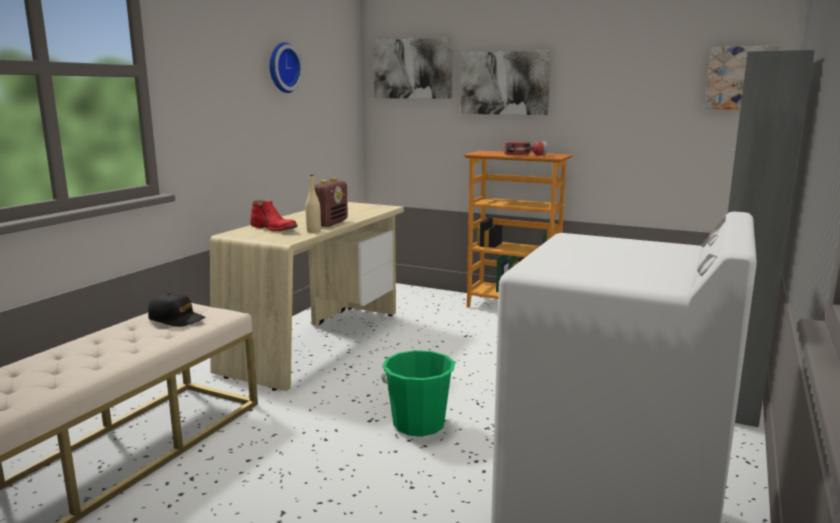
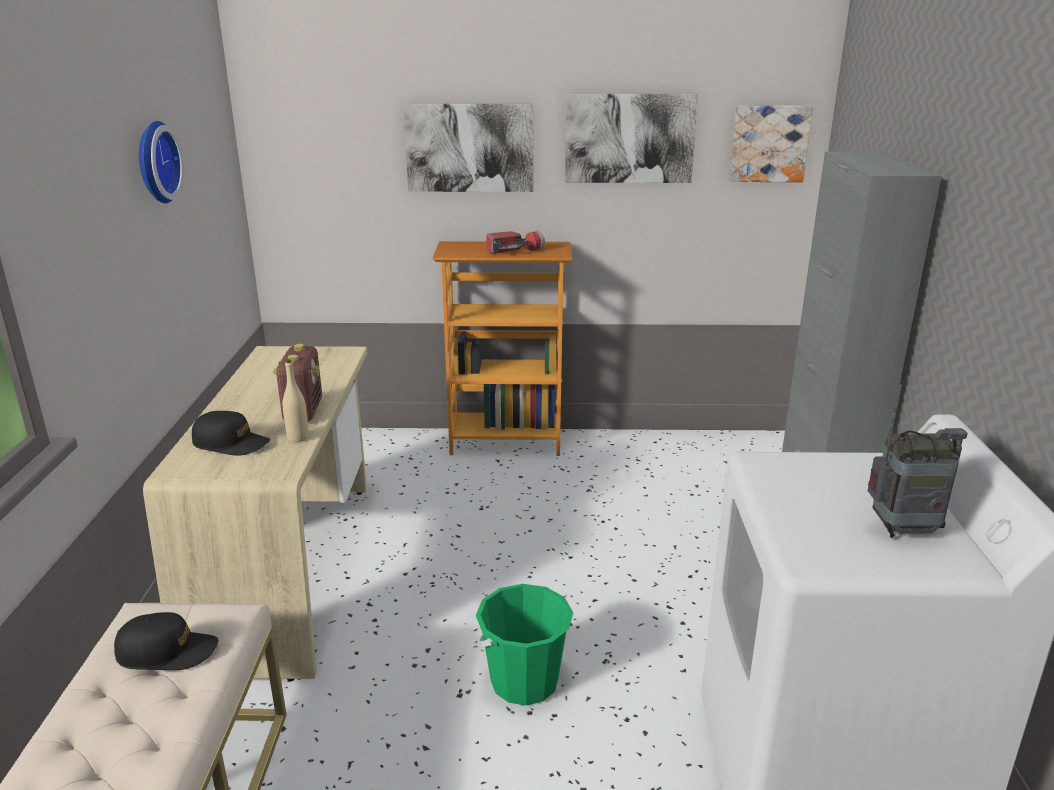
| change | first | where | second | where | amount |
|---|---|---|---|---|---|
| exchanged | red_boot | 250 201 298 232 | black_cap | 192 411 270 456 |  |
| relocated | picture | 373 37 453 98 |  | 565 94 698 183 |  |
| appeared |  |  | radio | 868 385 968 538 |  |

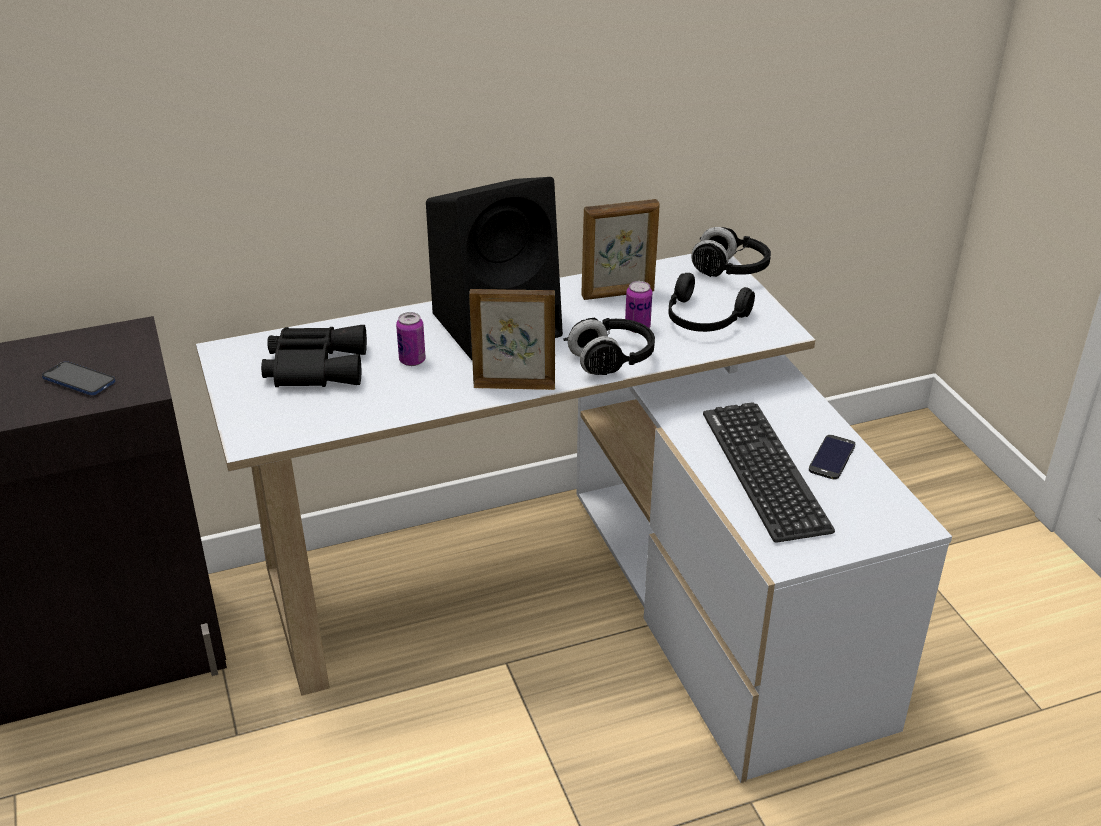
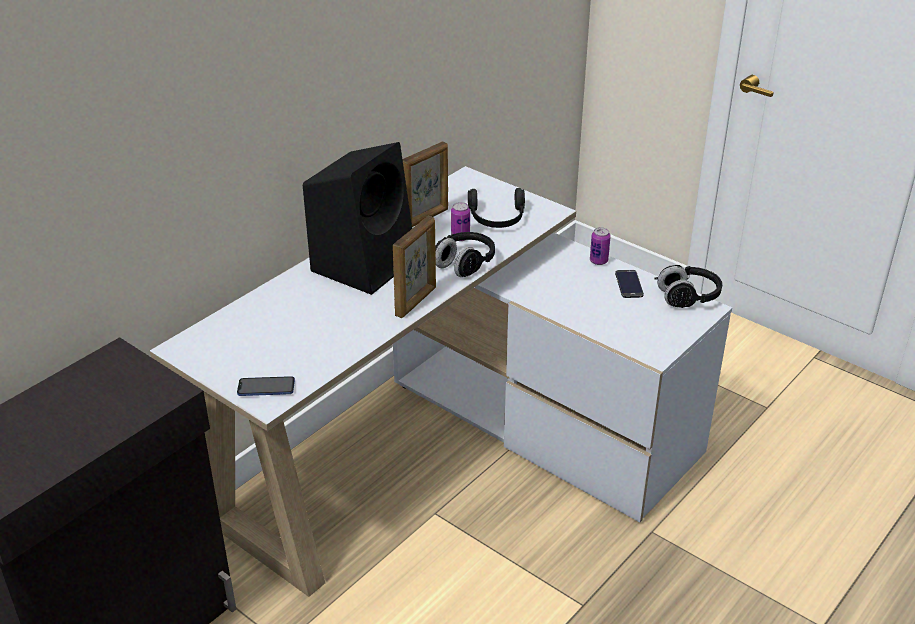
| change | first | where | second | where | amount |
|---|---|---|---|---|---|
| relocated | phone | 42 361 115 395 |  | 237 376 295 396 |  |
| spun | picture_frame | 469 289 555 390 |  | 393 216 436 318 | 150 degrees clockwise |
| relocated | can | 396 312 426 366 |  | 590 227 611 265 |  |
| relocated | black_headphones | 691 227 771 277 |  | 655 265 722 308 |  |
| missing | black_binoculars | 261 325 367 387 |  |  |  |
| missing | keyboard | 703 402 835 543 |  |  |  |

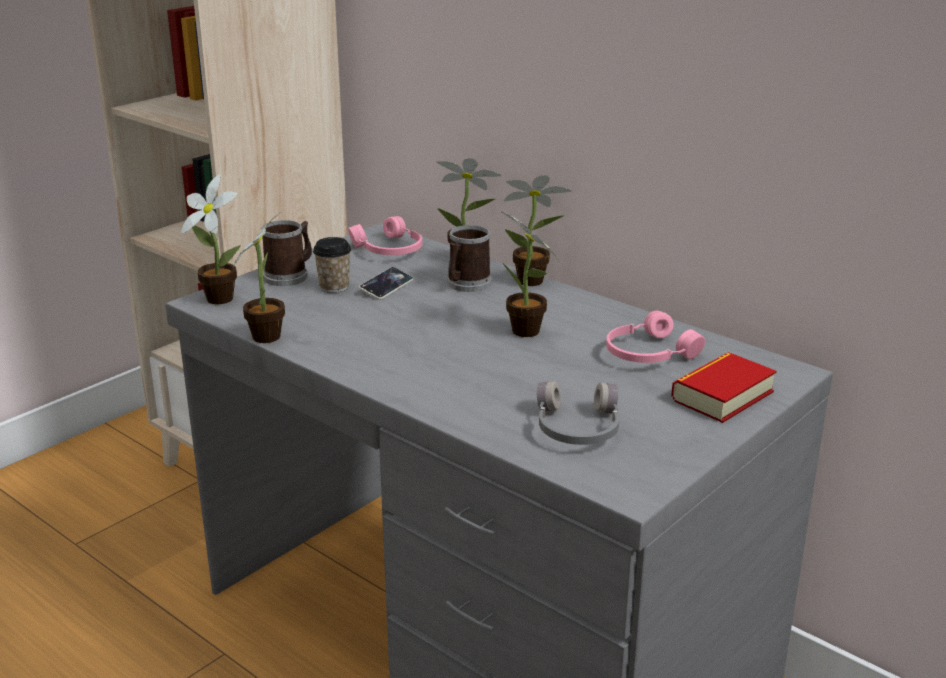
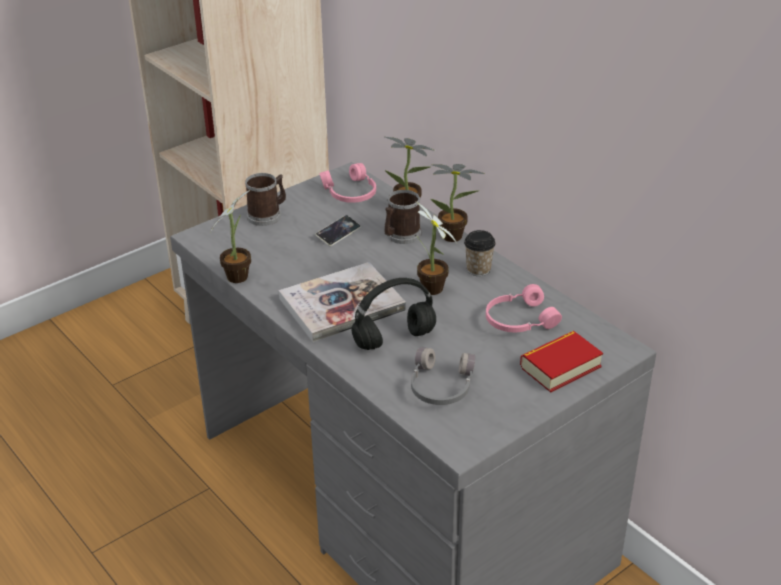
| change | first | where | second | where | amount |
|---|---|---|---|---|---|
| appeared |  |  | book | 279 262 406 342 |  |
| appeared |  |  | black_headphones | 351 278 436 350 |  |
| relocated | cup | 313 237 351 293 |  | 464 230 496 276 |  |
| missing | potted_plant | 181 174 241 304 |  |  |  |

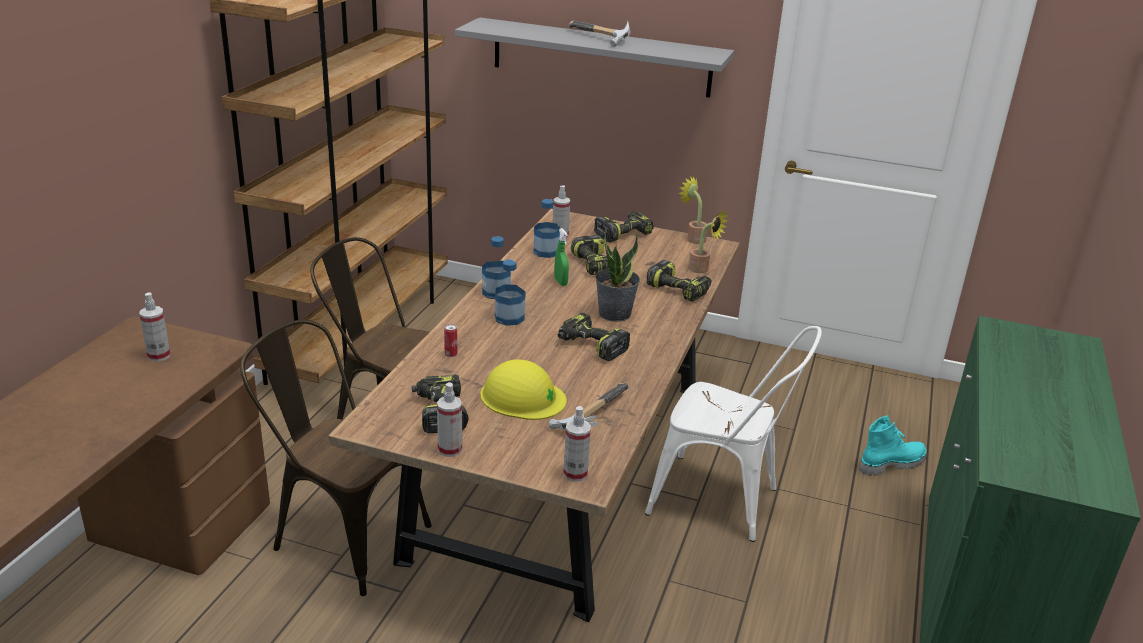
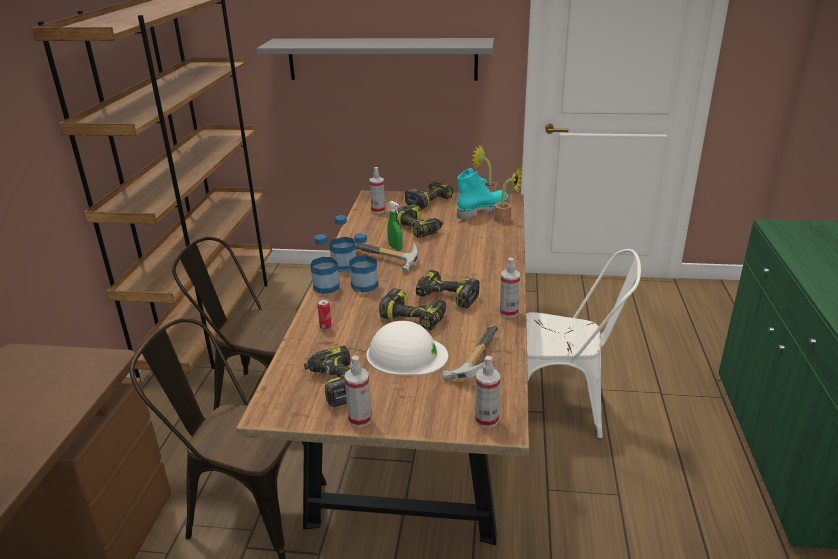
| change | first | where | second | where | amount |
|---|---|---|---|---|---|
| relocated | bottle | 534 199 560 258 |  | 310 234 340 294 |  |
| relocated | hammer | 569 20 630 47 |  | 355 241 419 273 |  |
| colour | yellow_hard_hat | 480 359 567 420 | white_hard_hat | 366 321 448 376 |  |
| relocated | power_drill | 647 260 711 302 |  | 379 288 446 330 |  |
| relocated | turquoise_boot | 859 415 926 476 |  | 457 168 509 220 |  |
| relocated | spray_bottle | 139 292 170 362 |  | 500 258 520 318 |  |
| missing | potted_plant | 595 228 640 322 |  |  |  |

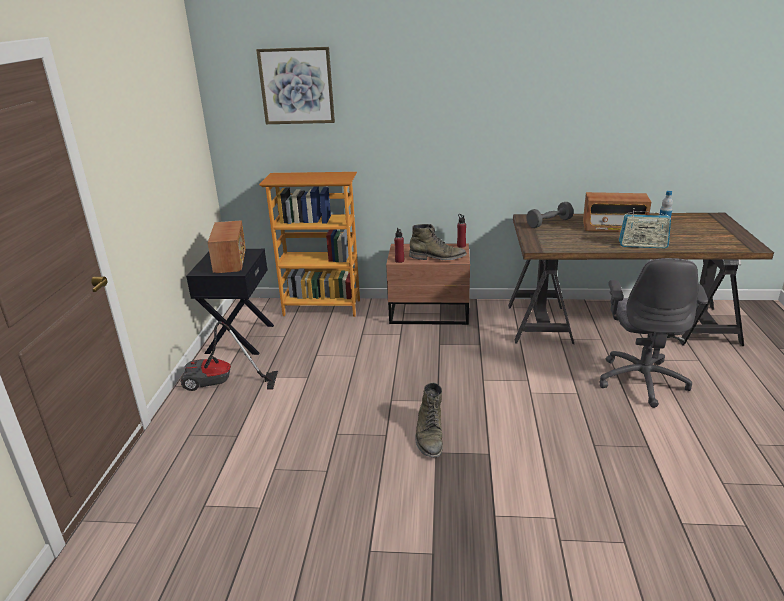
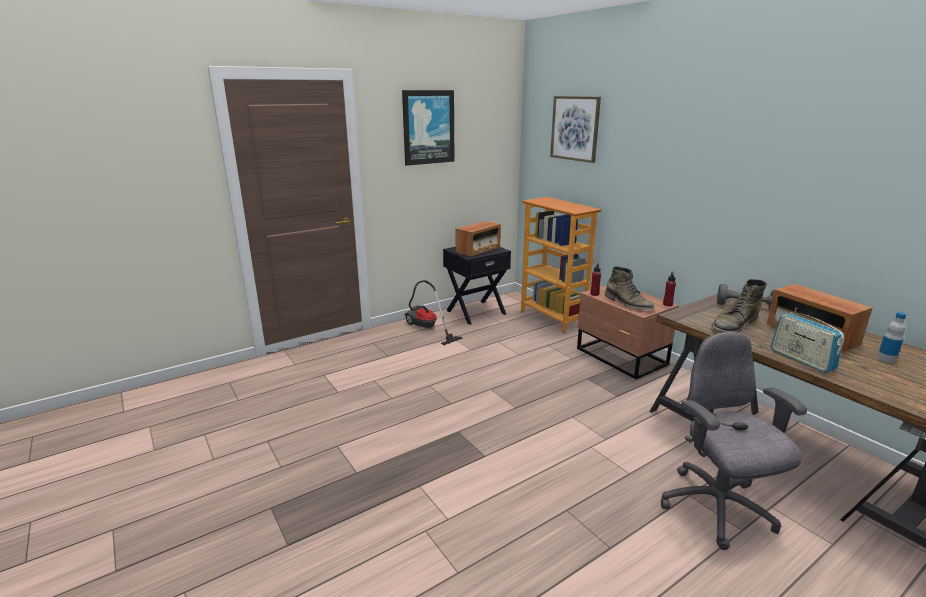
| change | first | where | second | where | amount |
|---|---|---|---|---|---|
| appeared |  |  | picture | 402 90 454 166 |  |
| spun | grey_office_chair | 600 258 708 408 |  | 661 332 807 550 | 105 degrees clockwise |
| relocated | green_boot | 415 382 443 458 |  | 712 279 767 332 |  |

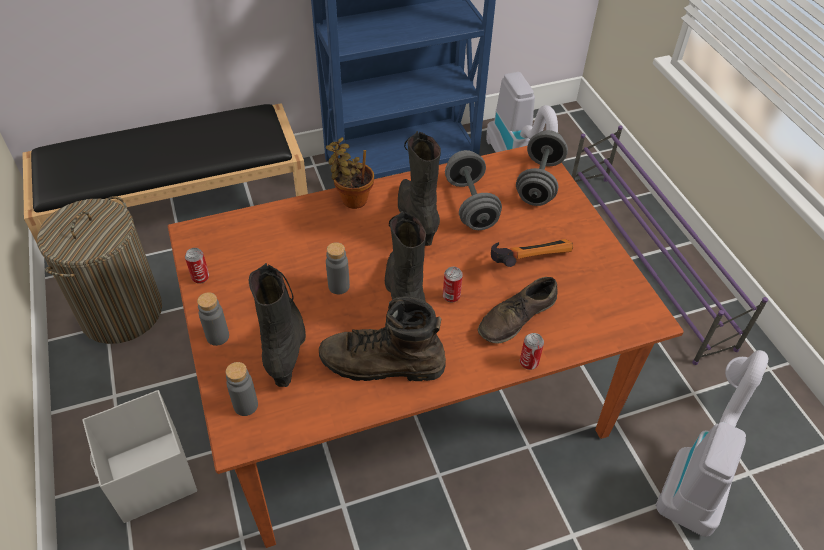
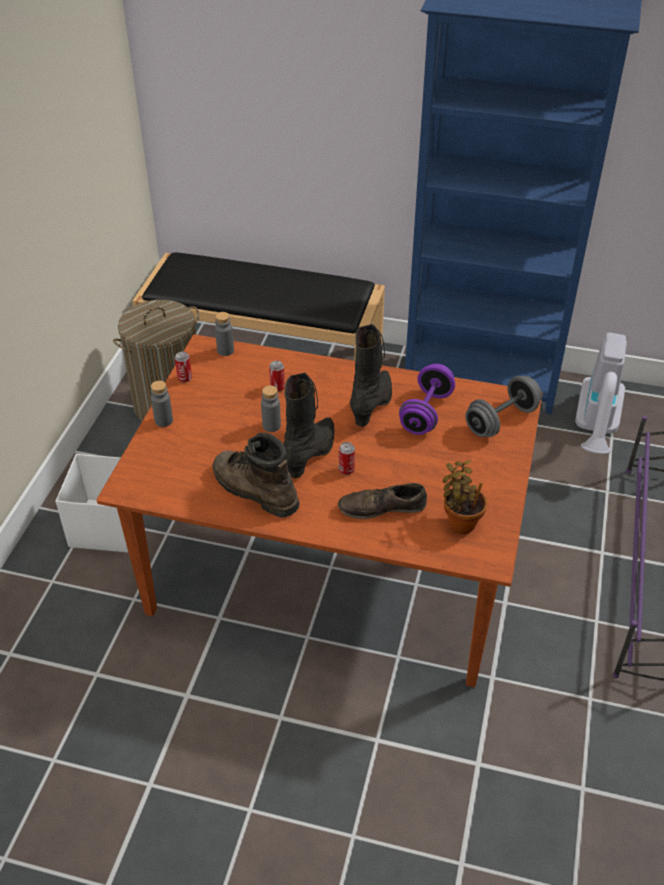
| change | first | where | second | where | amount |
|---|---|---|---|---|---|
| relocated | grey_bottle | 226 362 258 416 |  | 215 312 234 356 |  |
| relocated | can | 520 333 544 370 |  | 269 361 285 392 |  |
| colour | grey_dumbbell | 445 150 502 230 | purple_dumbbell | 399 364 455 435 |  |
| relocated | potted_plant | 326 137 374 209 |  | 443 460 487 534 |  |
| missing | black_boot | 249 263 306 387 |  |  |  |
| missing | hammer | 491 239 573 267 |  |  |  |
| missing | vacuum_cleaner | 655 350 768 537 |  |  |  |

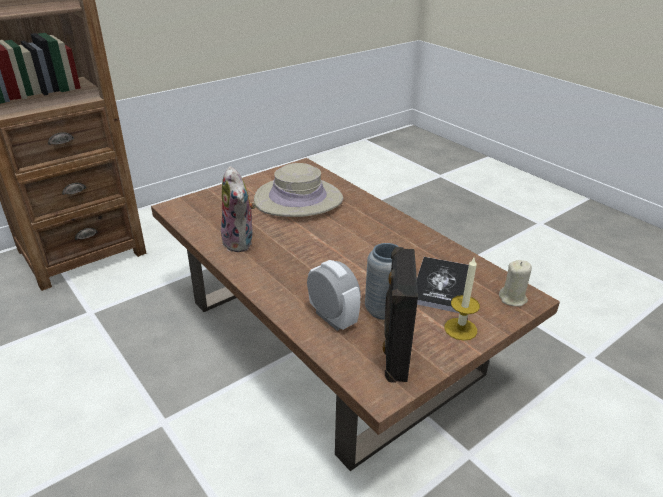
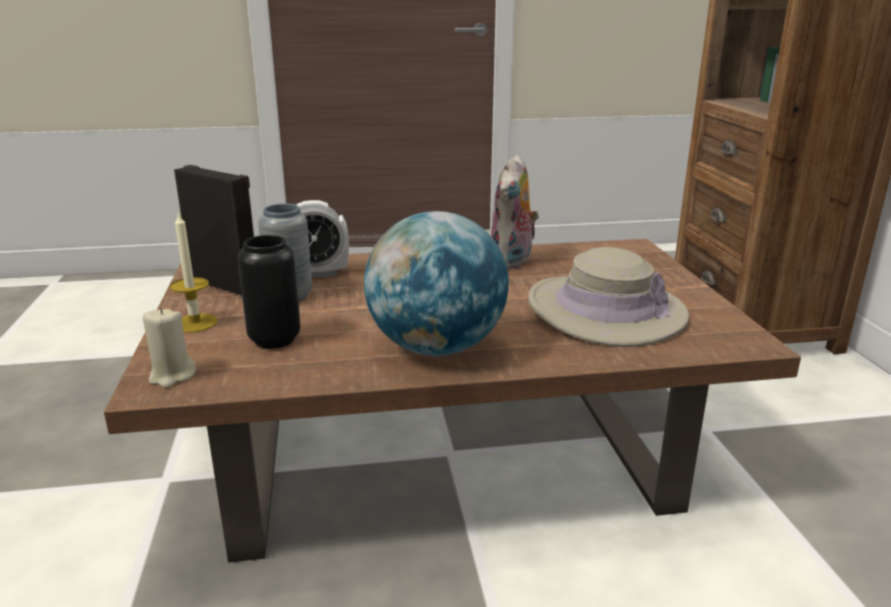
| change | first | where | second | where | amount |
|---|---|---|---|---|---|
| exchanged | book | 417 257 469 313 | black_vase | 237 235 300 349 |  |
| appeared |  |  | globe | 364 211 509 356 |  |
| spun | plush_toy | 221 166 256 252 |  | 491 154 539 270 | 75 degrees counterclockwise |

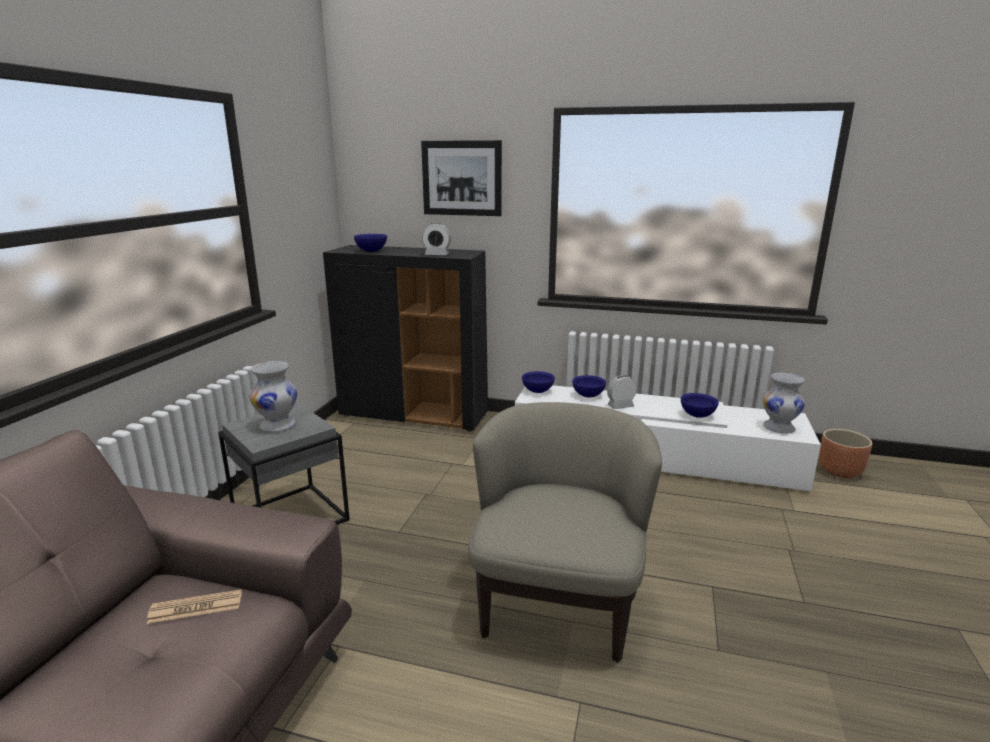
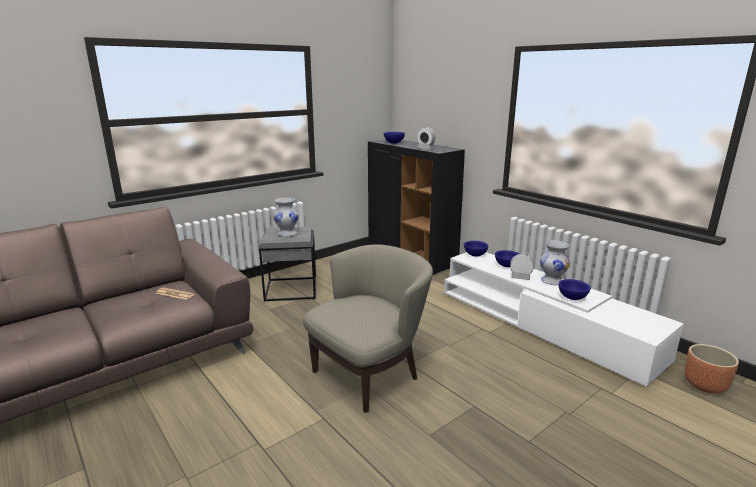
| change | first | where | second | where | amount |
|---|---|---|---|---|---|
| relocated | white_vase | 763 373 805 434 |  | 540 240 570 285 |  |
| missing | picture | 421 140 502 216 |  |  |  |

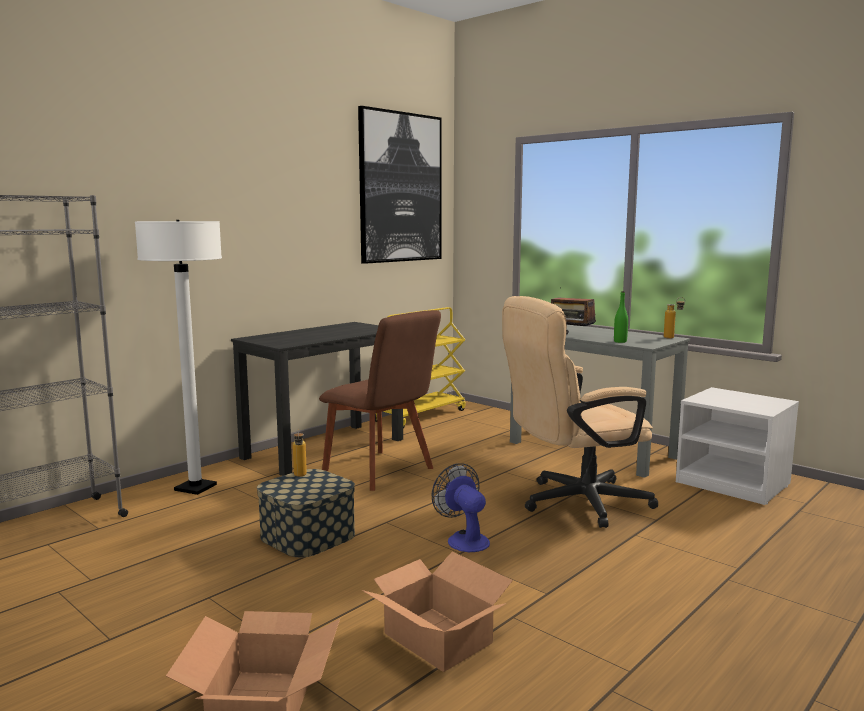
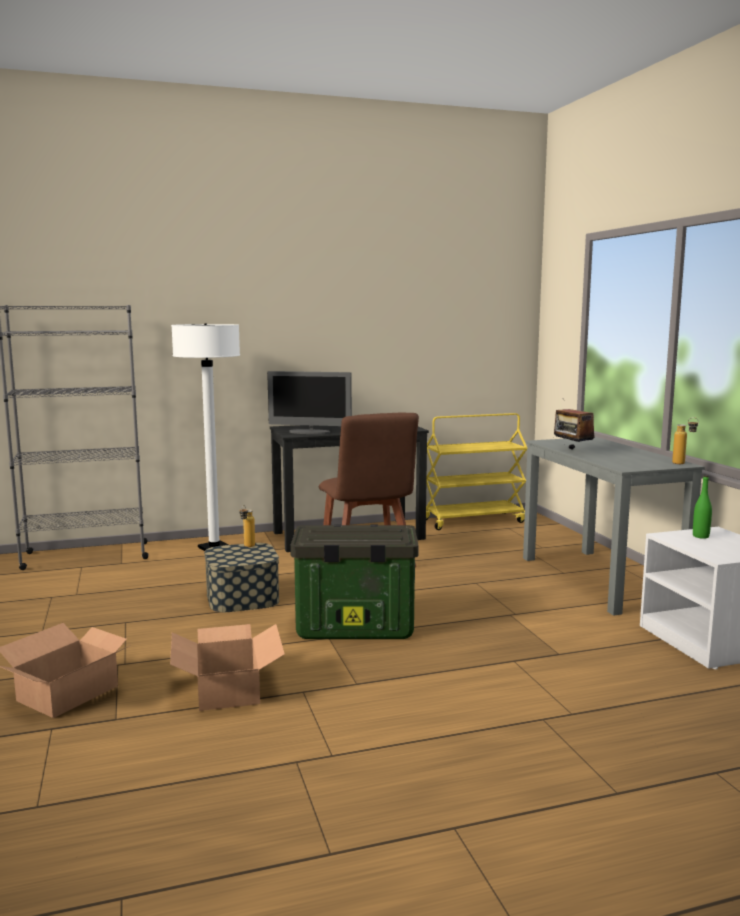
| change | first | where | second | where | amount |
|---|---|---|---|---|---|
| appeared |  |  | monitor | 267 371 352 434 |  |
| exchanged | fan | 432 463 490 552 | storage_box | 290 524 419 639 |  |
| relocated | green_bottle | 614 291 628 343 |  | 693 475 712 539 |  |
| missing | picture | 358 106 442 264 |  |  |  |
| missing | beige_office_chair | 502 296 658 528 |  |  |  |

